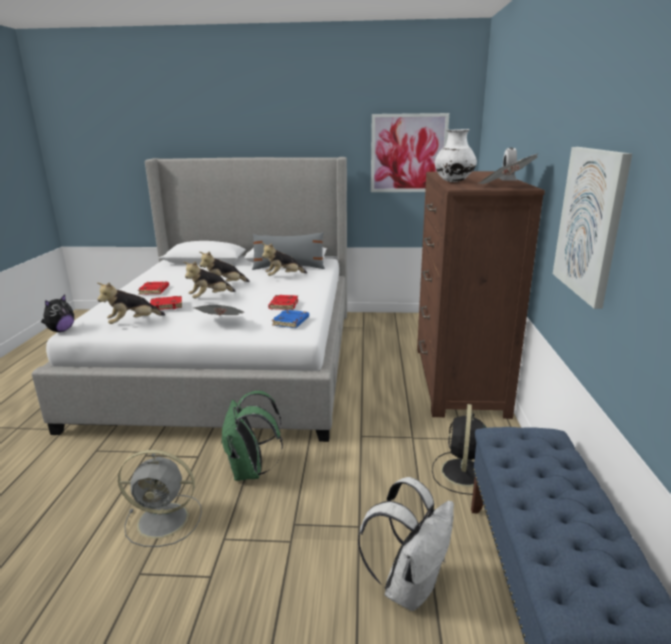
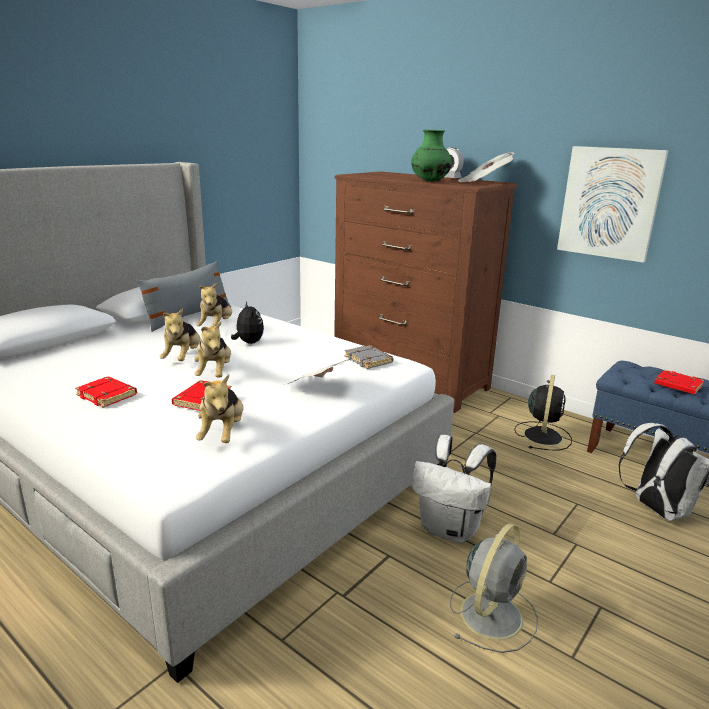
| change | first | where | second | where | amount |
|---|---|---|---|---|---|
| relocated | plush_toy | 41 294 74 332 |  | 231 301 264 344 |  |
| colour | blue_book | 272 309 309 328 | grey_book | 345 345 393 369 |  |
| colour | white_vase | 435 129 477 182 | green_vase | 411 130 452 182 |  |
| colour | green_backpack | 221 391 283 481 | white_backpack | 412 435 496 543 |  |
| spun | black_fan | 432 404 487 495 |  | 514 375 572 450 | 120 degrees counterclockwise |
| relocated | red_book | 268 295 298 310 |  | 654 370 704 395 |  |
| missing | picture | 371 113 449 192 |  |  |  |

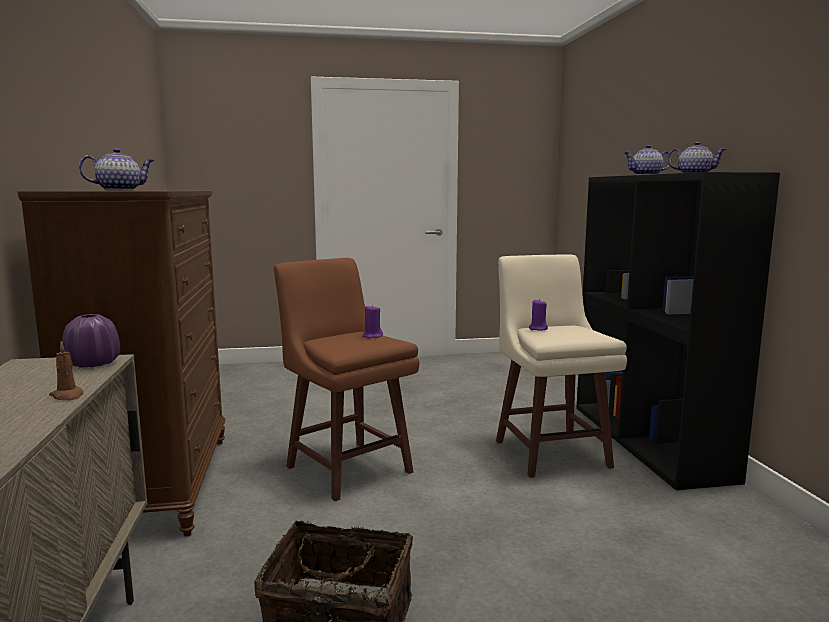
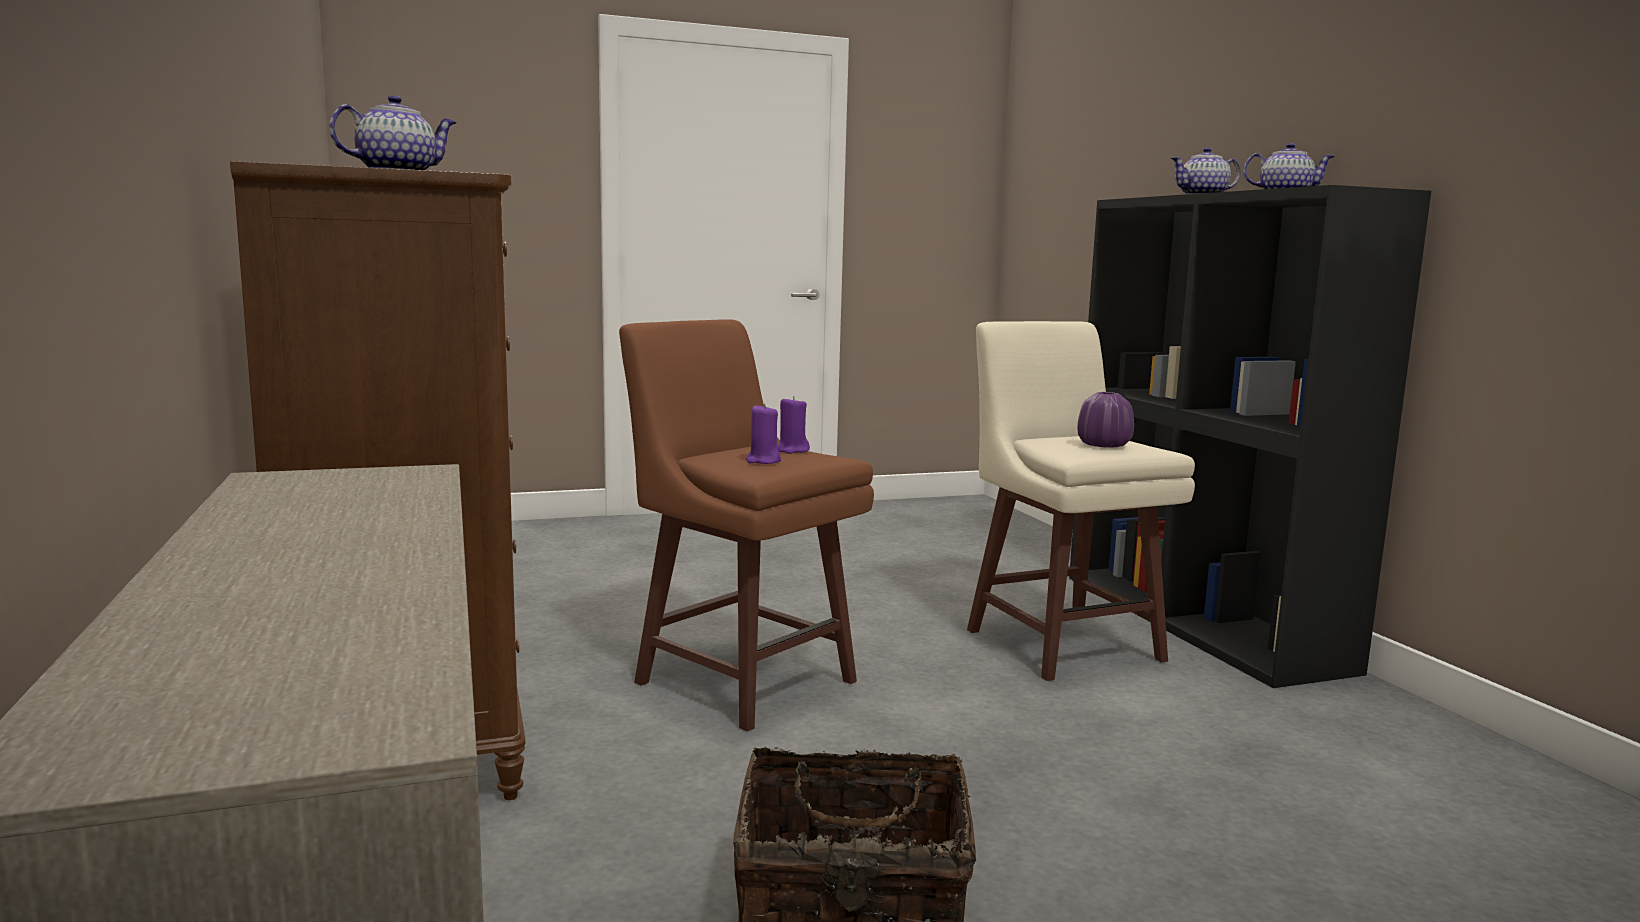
| change | first | where | second | where | amount |
|---|---|---|---|---|---|
| relocated | purple_candle | 529 299 548 331 |  | 746 403 781 464 |  |
| relocated | purple_vase | 62 314 120 367 |  | 1077 392 1134 448 |  |
| missing | brown_candle | 49 341 83 400 |  |  |  |

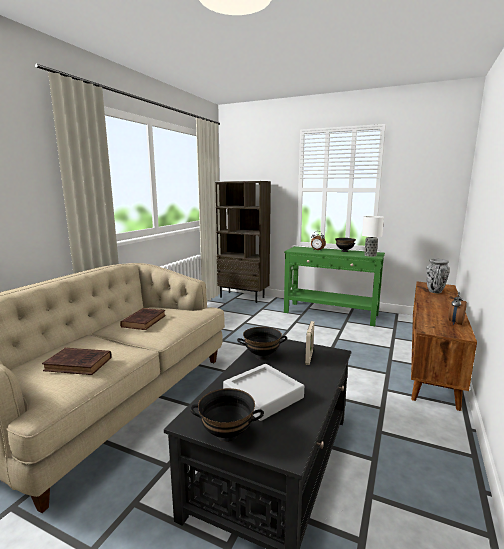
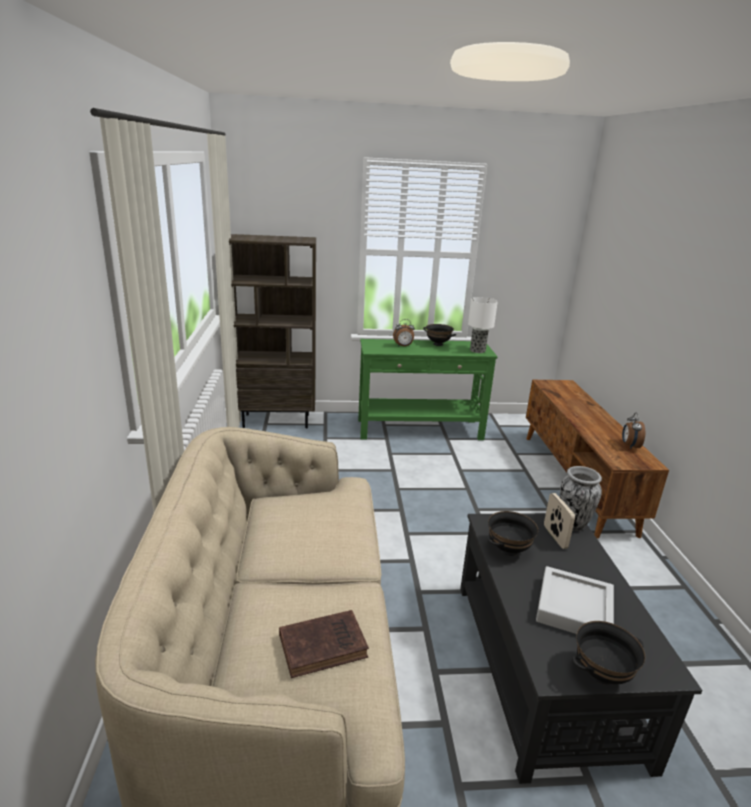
| change | first | where | second | where | amount |
|---|---|---|---|---|---|
| relocated | vase | 426 259 450 293 |  | 560 466 602 531 |  |
| missing | brown_book | 120 308 166 330 |  |  |  |

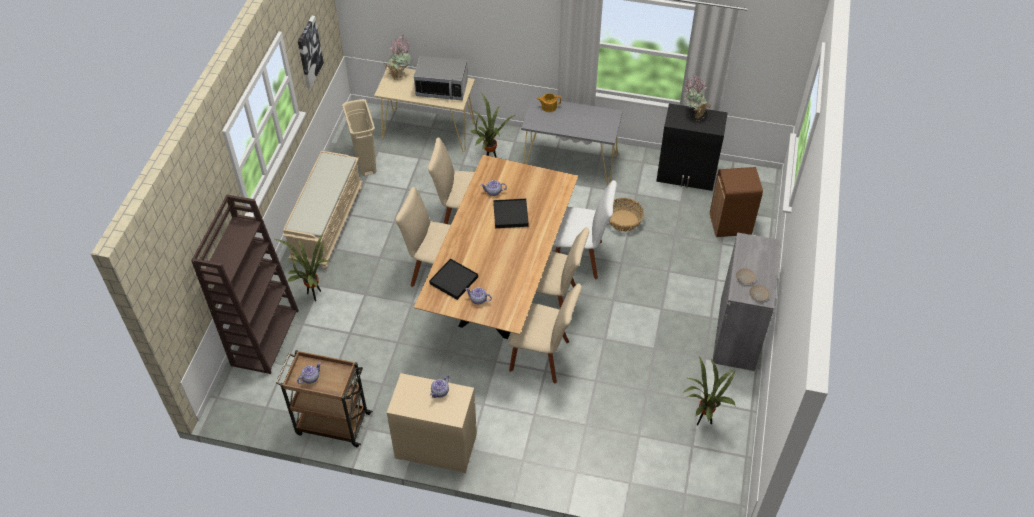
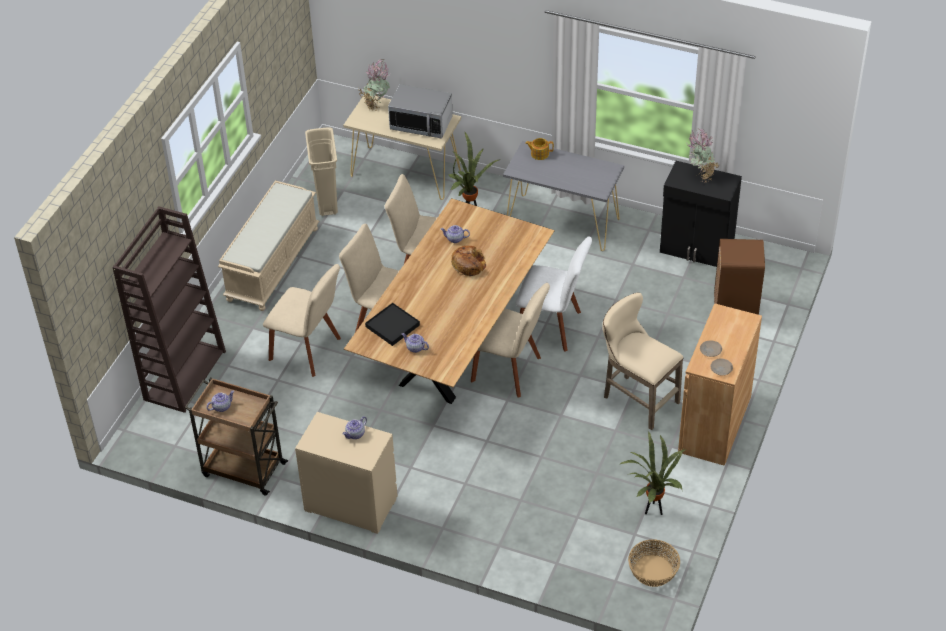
| change | first | where | second | where | amount |
|---|---|---|---|---|---|
| relocated | beige_chair | 508 284 582 384 |  | 263 264 341 377 |  |
| exchanged | black_tray | 493 199 529 228 | bread | 451 246 486 276 |  |
| appeared |  |  | beige_stool | 602 292 684 430 |  |
| relocated | basket | 609 198 644 232 |  | 628 539 680 587 |  |
| colour | grey_cabinet | 713 232 781 371 | brown_cabinet | 678 303 762 466 |  |
| missing | potted_plant | 275 234 331 302 |  |  |  |
| missing | picture | 298 16 324 89 |  |  |  |

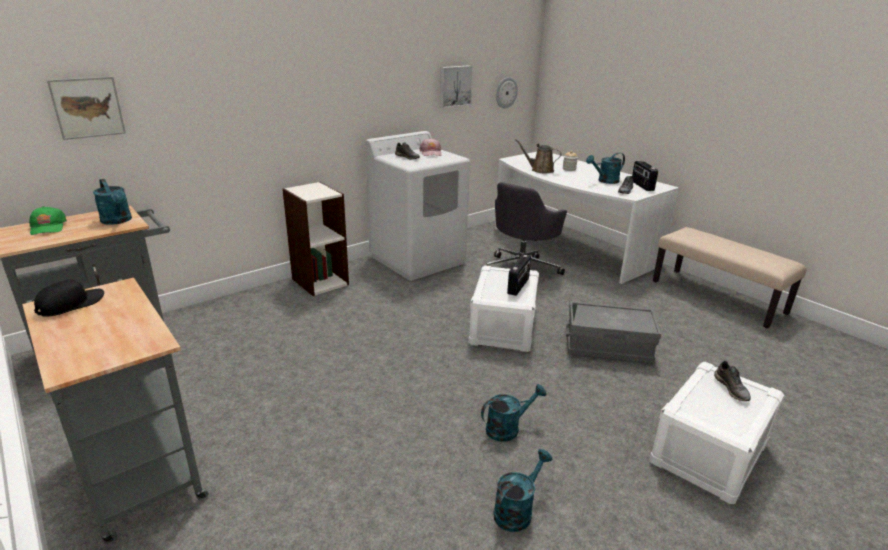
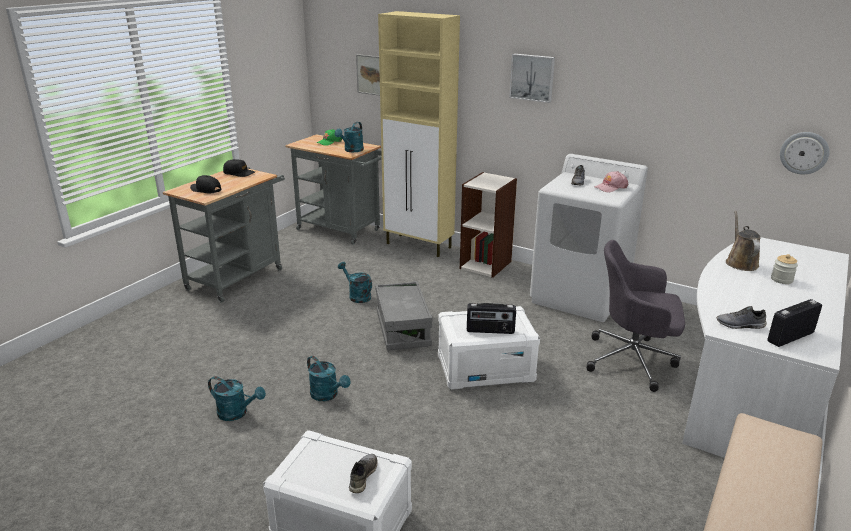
| change | first | where | second | where | amount |
|---|---|---|---|---|---|
| appeared |  |  | black_cap | 190 175 221 193 |  |
| relocated | turquoise_watering_can | 586 153 625 184 |  | 338 262 372 303 |  |
| spun | grey_shoe | 714 361 751 401 |  | 349 454 377 493 | 135 degrees clockwise |
| relocated | grey_storage_box | 566 301 661 364 |  | 375 281 432 351 |  |
| appeared |  |  | beige_cabinet | 378 11 460 257 |  |
| relocated | picture | 440 65 473 108 |  | 509 54 555 103 |  |

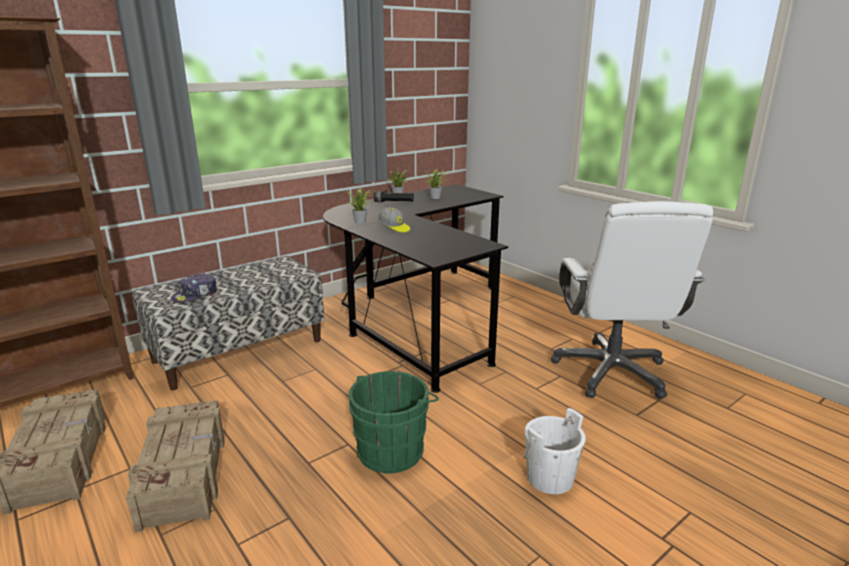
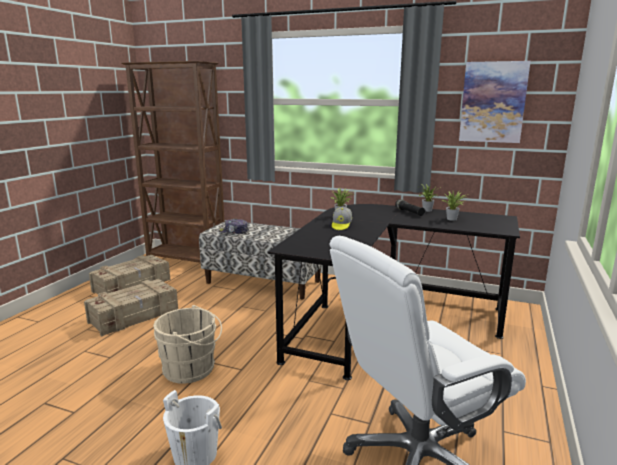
| change | first | where | second | where | amount |
|---|---|---|---|---|---|
| colour | green_bucket | 349 371 439 474 | beige_bucket | 154 305 222 384 |  |
| appeared |  |  | picture | 459 61 531 143 |  |

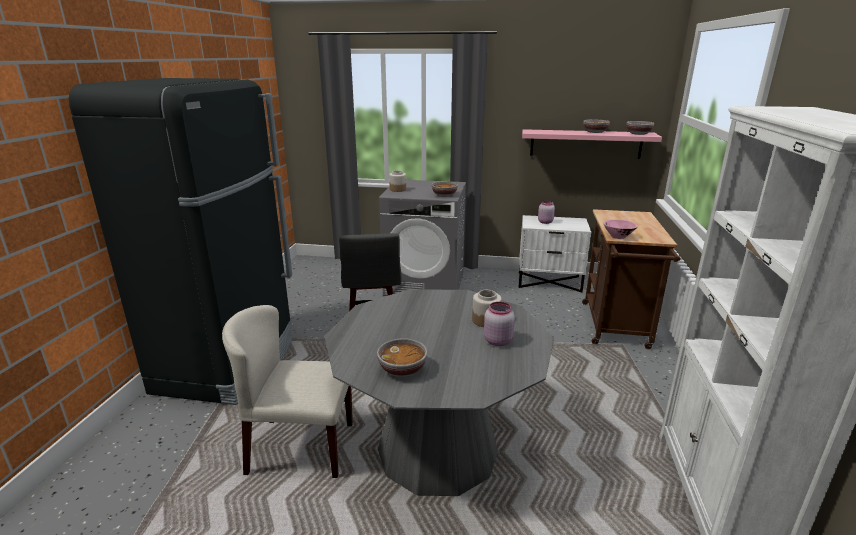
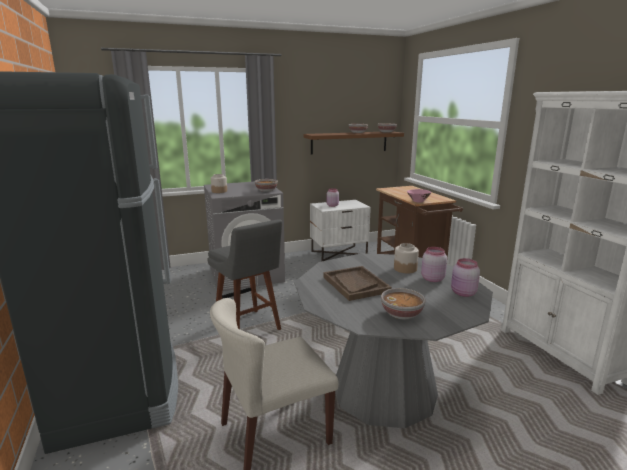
| change | first | where | second | where | amount |
|---|---|---|---|---|---|
| colour | pink_shelf | 522 129 662 159 | brown_shelf | 304 131 404 155 |  |
| appeared |  |  | brown_tray | 323 266 392 301 |  |
| appeared |  |  | pink_jar | 451 258 480 297 |  |

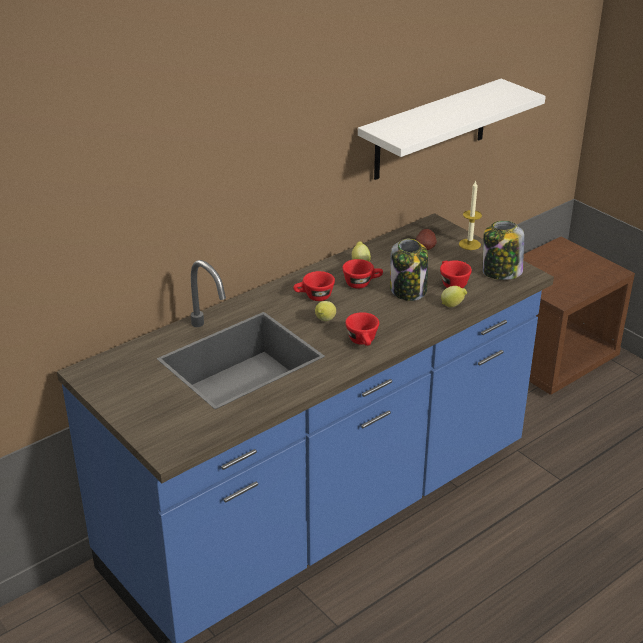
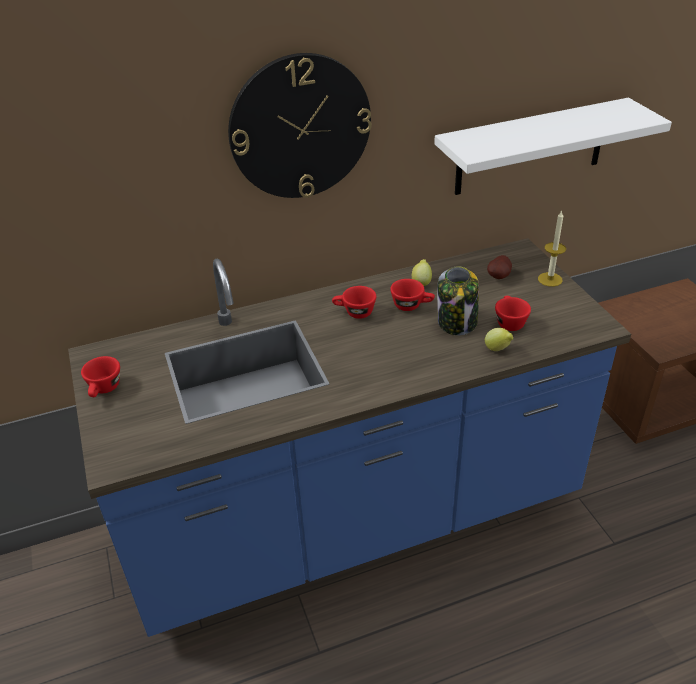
| change | first | where | second | where | amount |
|---|---|---|---|---|---|
| relocated | red_cup | 345 312 379 346 |  | 81 356 120 397 |  |
| appeared |  |  | wall_clock | 228 53 372 198 |  |
| missing | lemon | 315 301 336 321 |  |  |  |
| missing | jar | 483 221 524 280 |  |  |  |

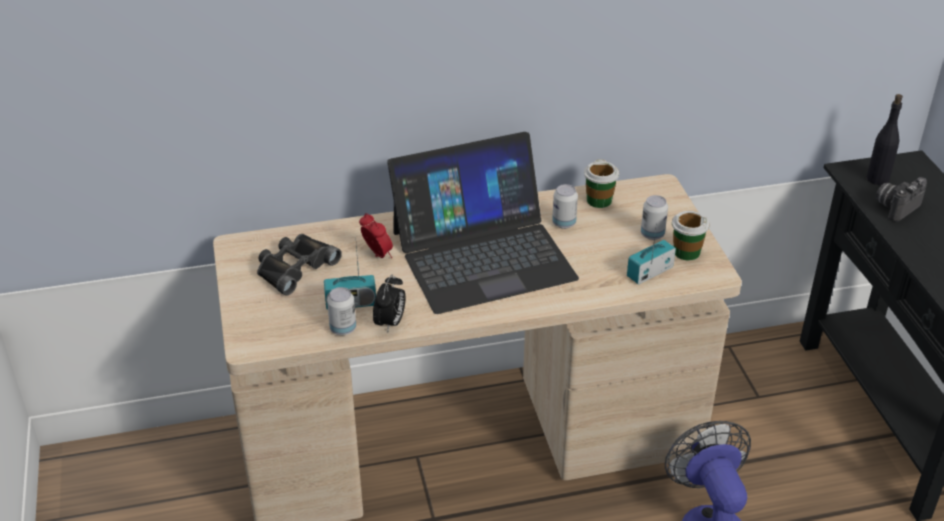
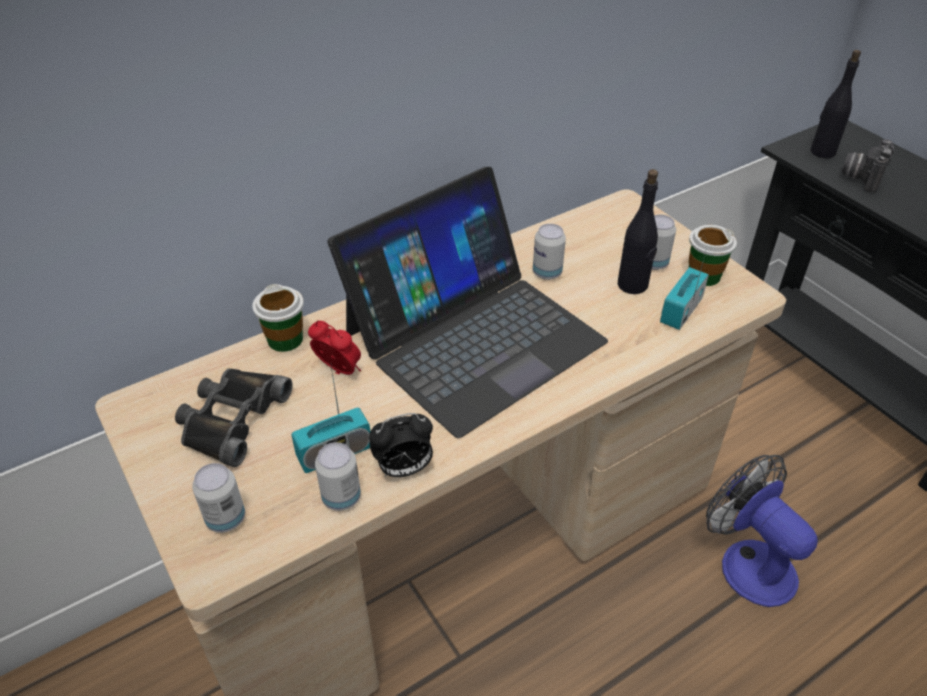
| change | first | where | second | where | amount |
|---|---|---|---|---|---|
| appeared |  |  | can | 192 463 245 533 |  |
| relocated | cup | 584 159 619 208 |  | 252 284 304 352 |  |
| spun | alarm_clock | 373 275 406 333 |  | 369 413 433 477 | 75 degrees clockwise |
| appeared |  |  | black_bottle | 618 169 658 294 |  |

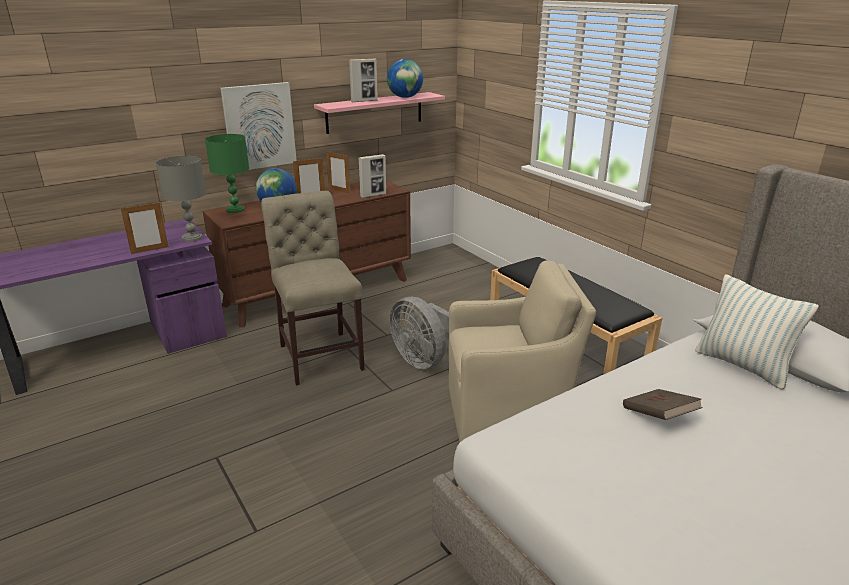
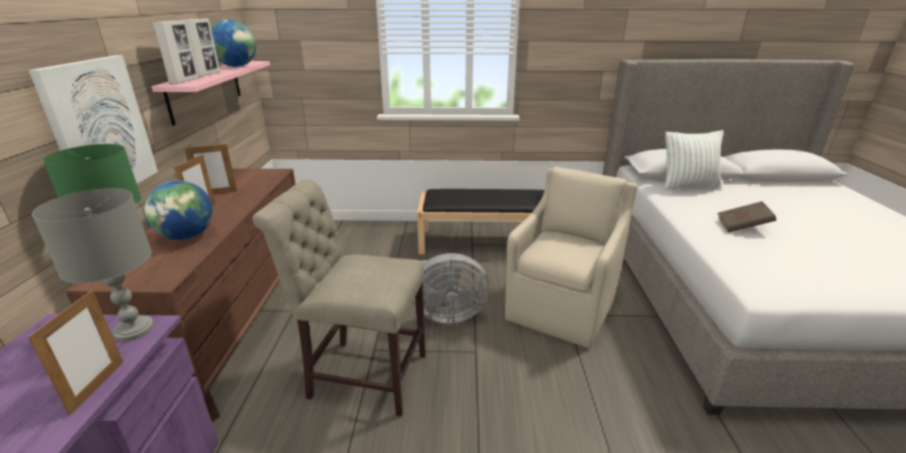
| change | first | where | second | where | amount |
|---|---|---|---|---|---|
| relocated | picture_frame | 358 154 386 198 |  | 153 20 199 84 |  |

